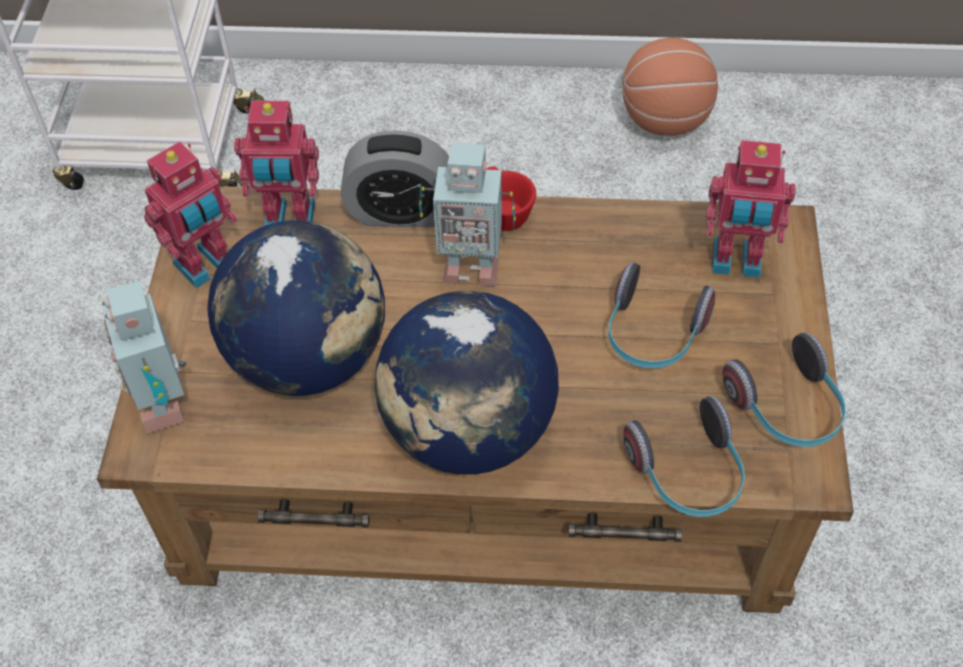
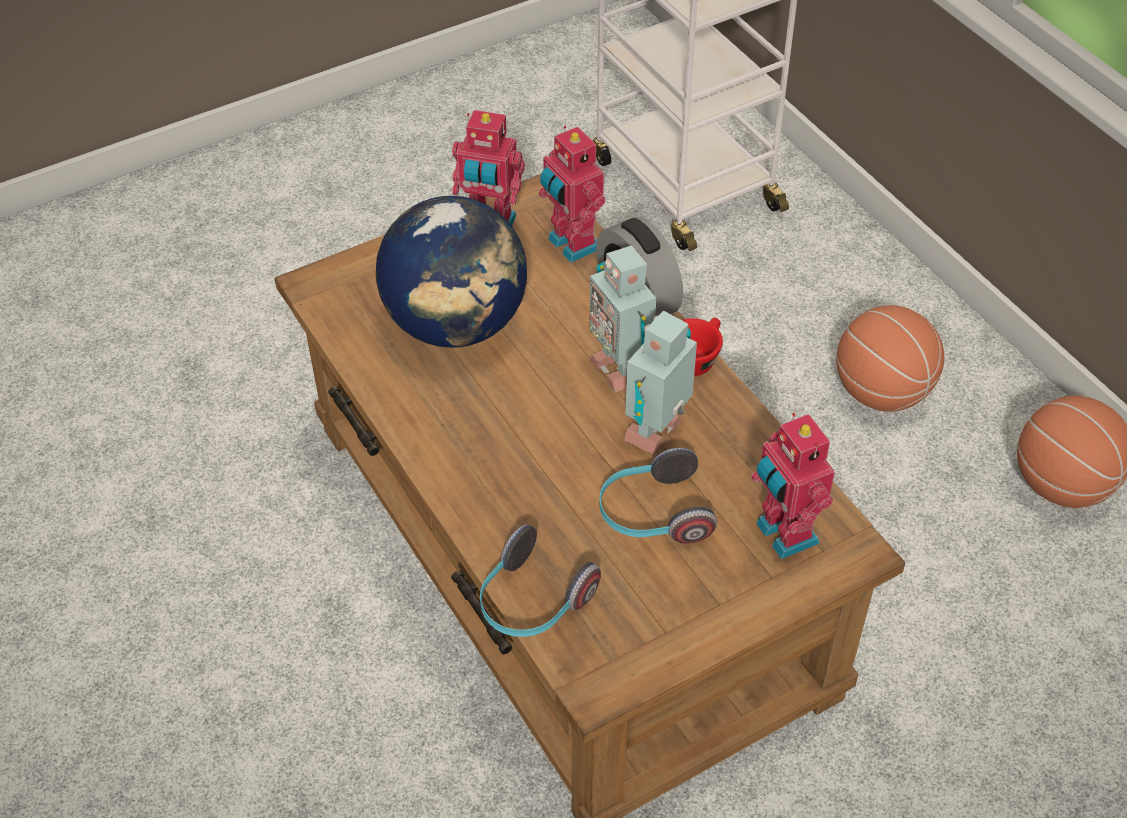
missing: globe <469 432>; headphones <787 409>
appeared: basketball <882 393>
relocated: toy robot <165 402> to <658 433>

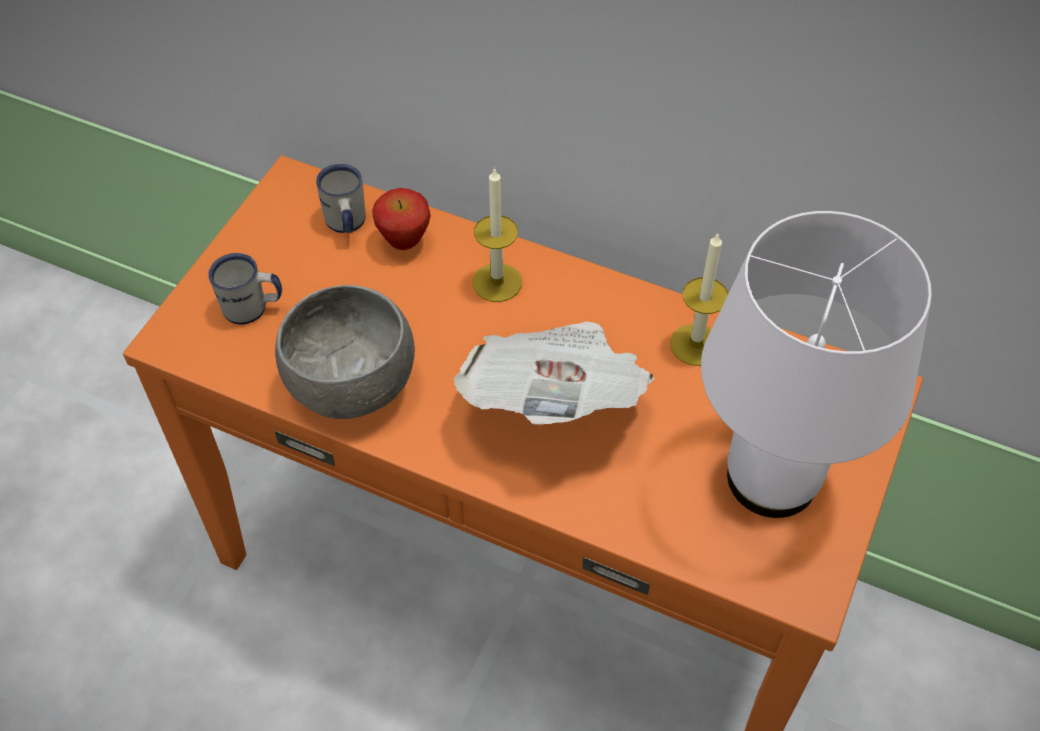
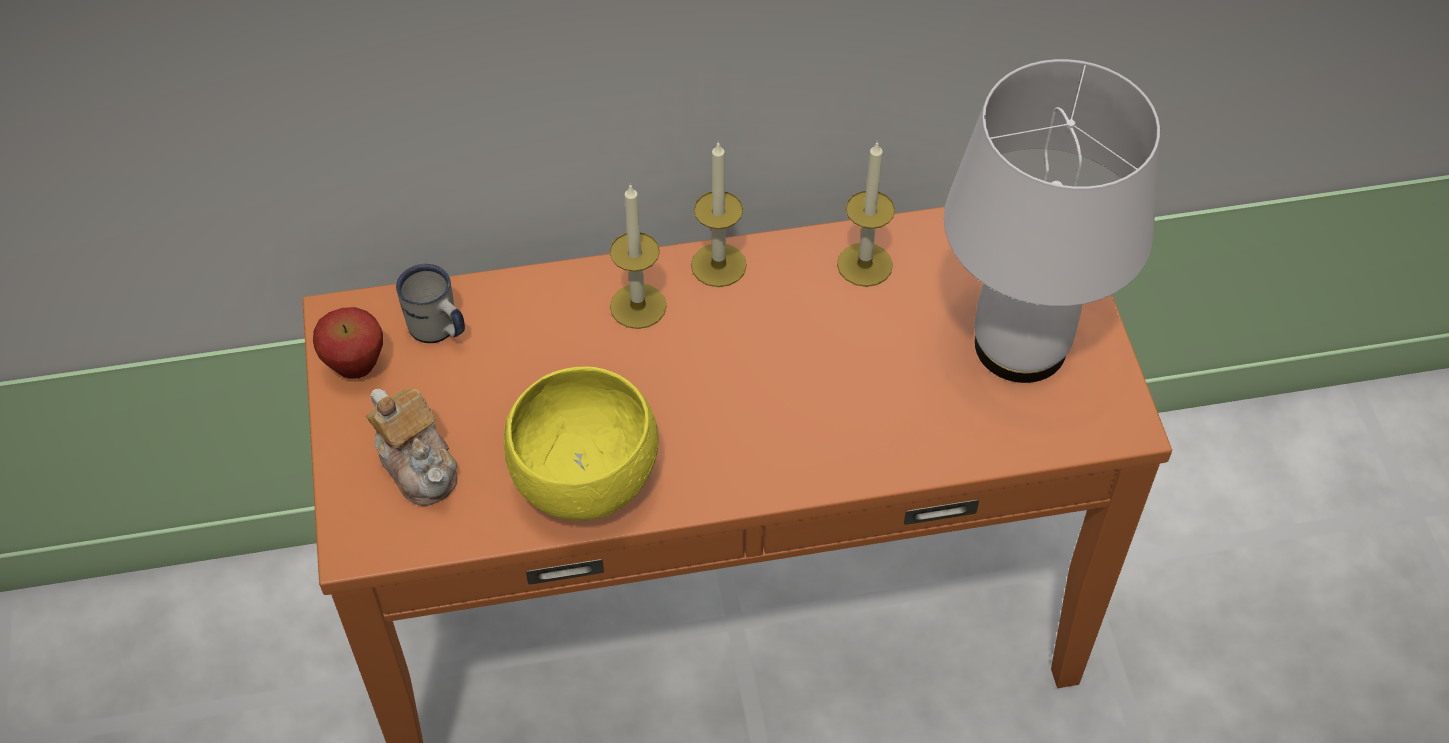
missing: newspaper <554 398>
appeared: candle <718 265>
relocated: apple <404 242> to <356 367>
exchanged: mug (white) <253 309> to teapot <418 464>
colour: bowl (grey) <352 384> to bowl (yellow) <584 478>

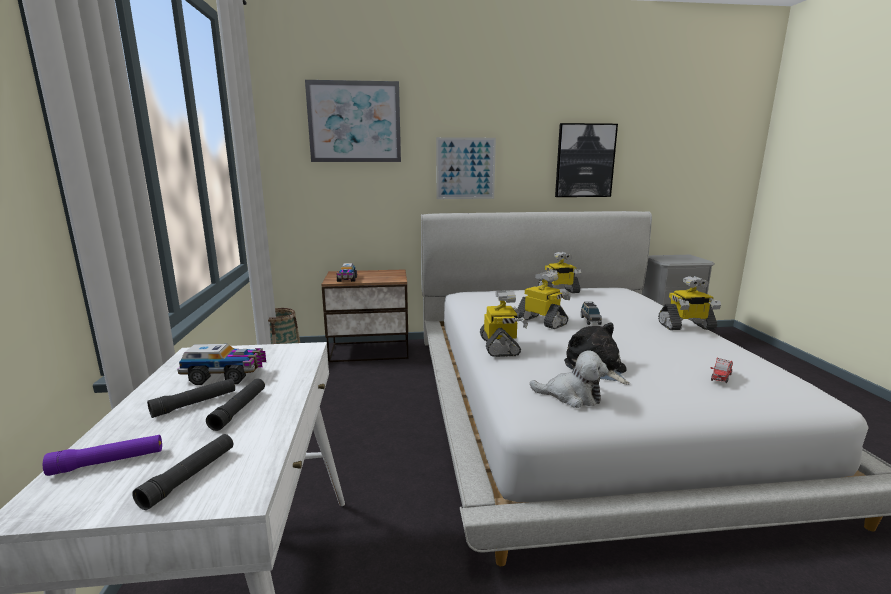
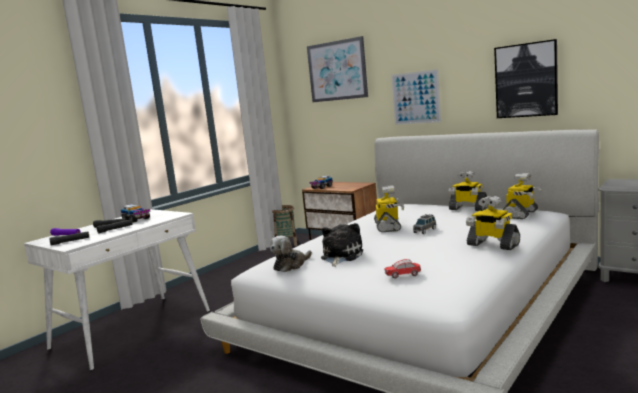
relocated: toy robot <500 346> to <521 214>
spun: plush toy <571 396> = <291 265> 75 degrees clockwise

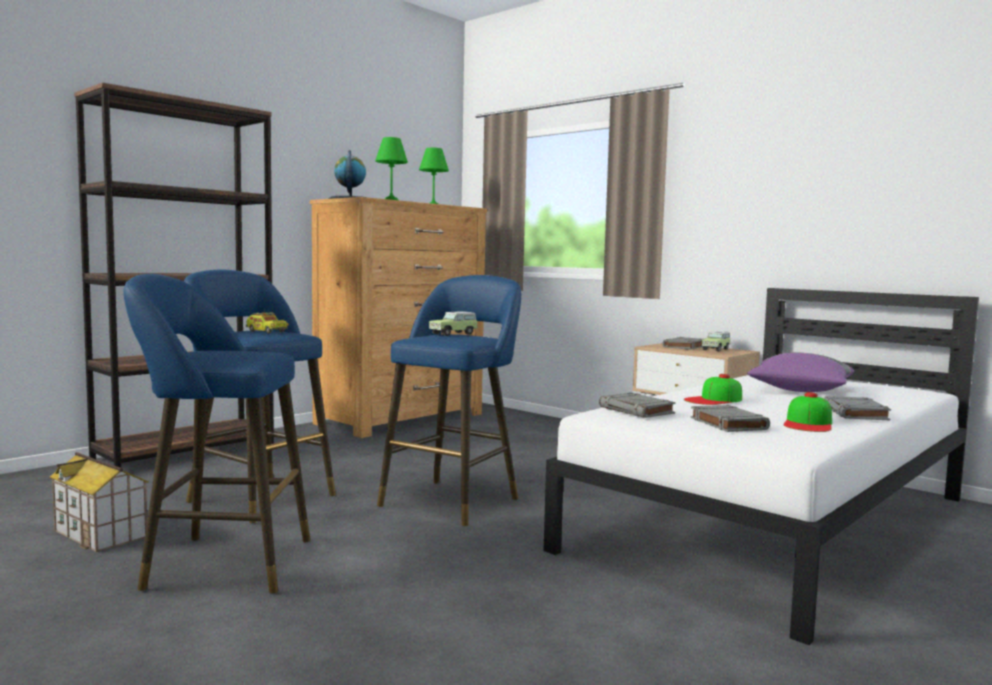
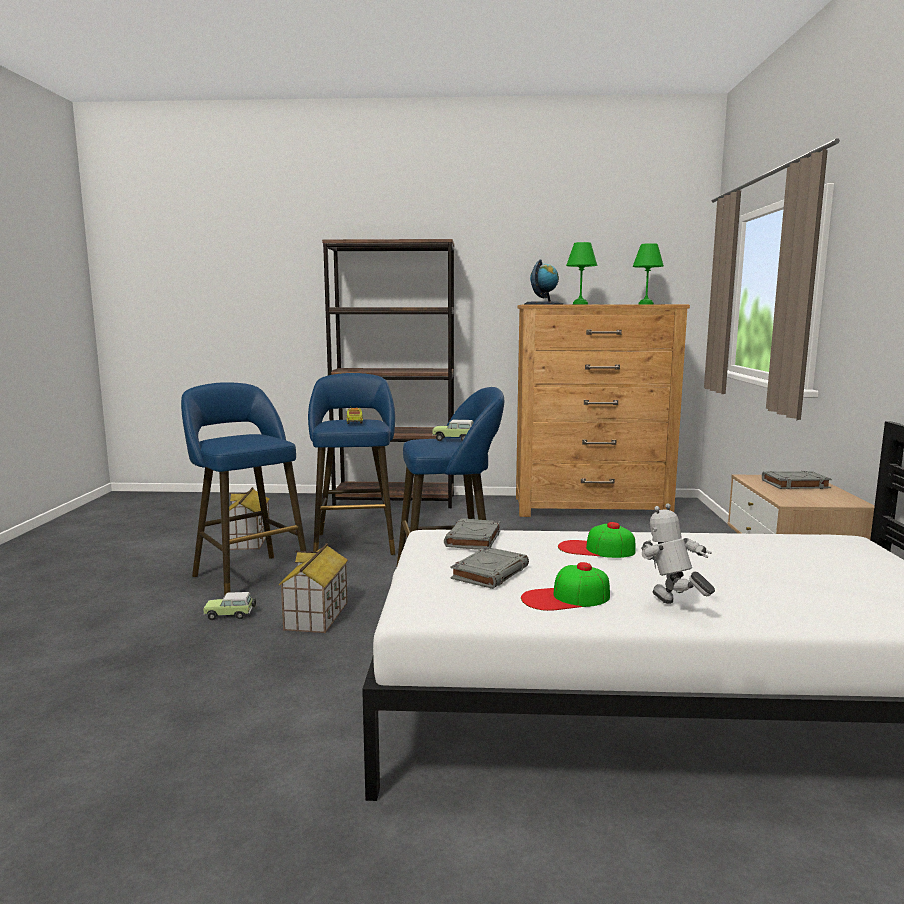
missing: pillow (purple) <800 391>
appeared: toy house <317 616>
relocated: toy car <716 349> to <231 615>
exchanged: book (grey) <856 413> to toy robot <672 607>

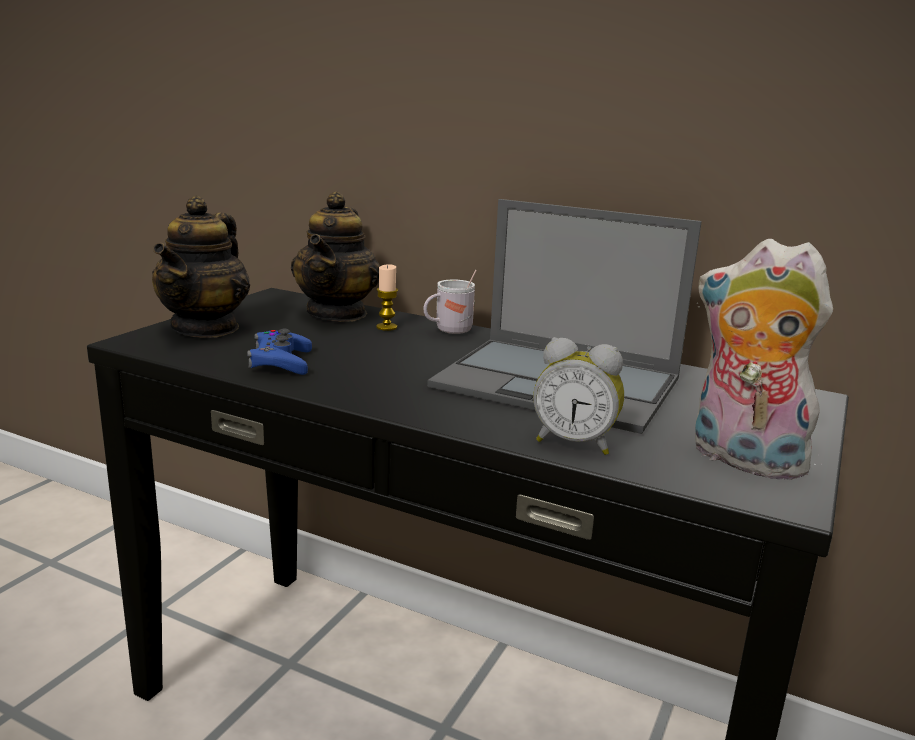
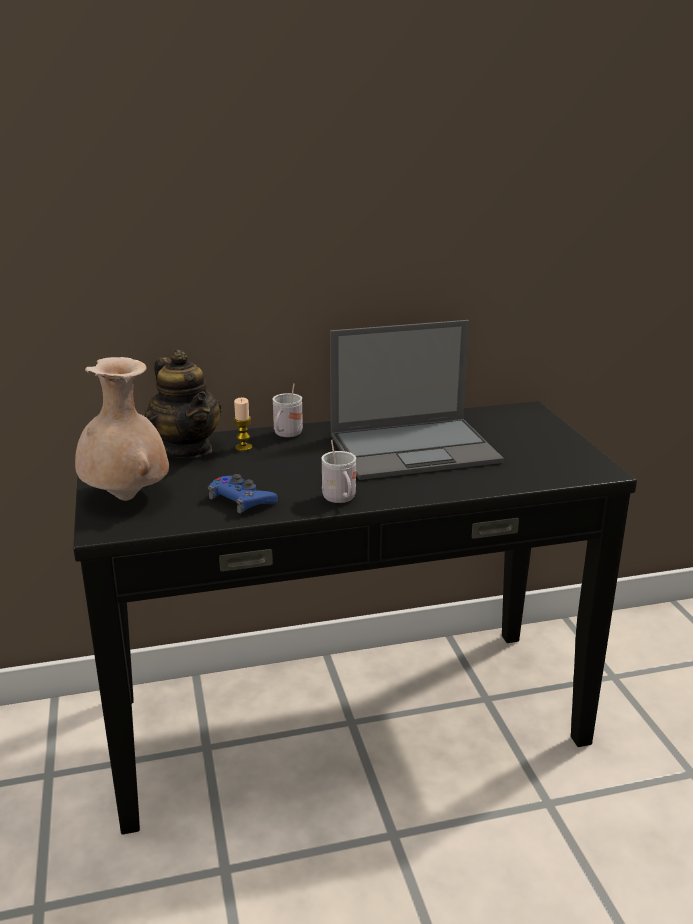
missing: alarm clock <575 443>; plush toy <741 460>
appeared: mug (white) <341 500>
exchanged: teapot <206 328> to vase (beige) <127 497>

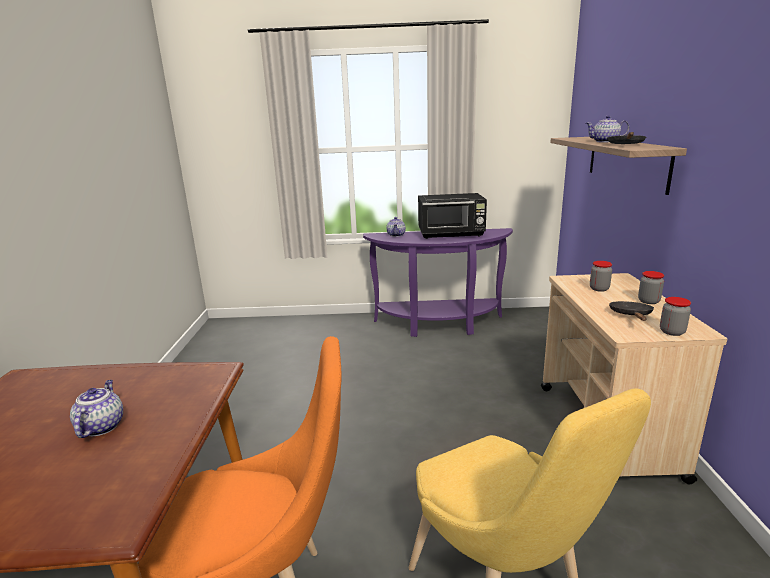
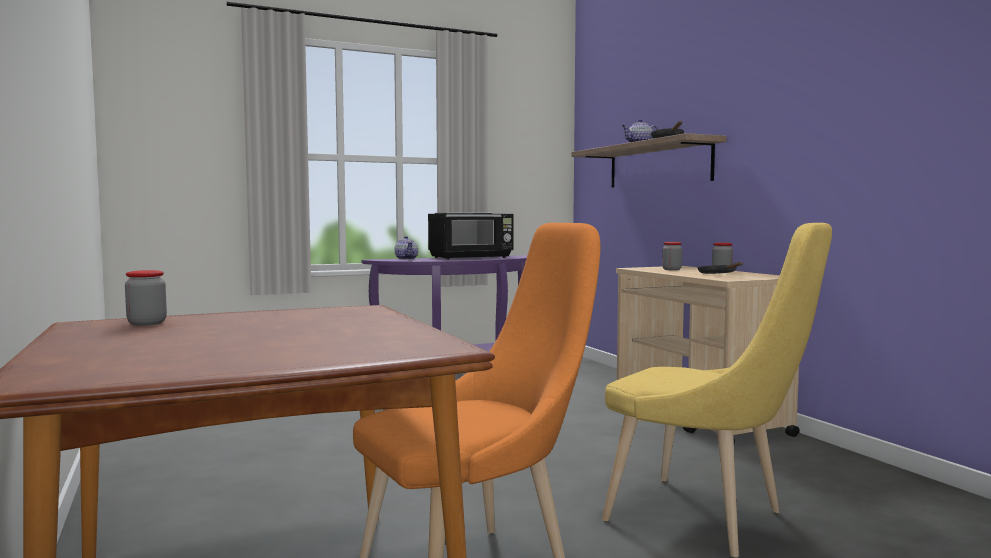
missing: teapot <101 426>
relocated: jar <672 332> to <147 323>

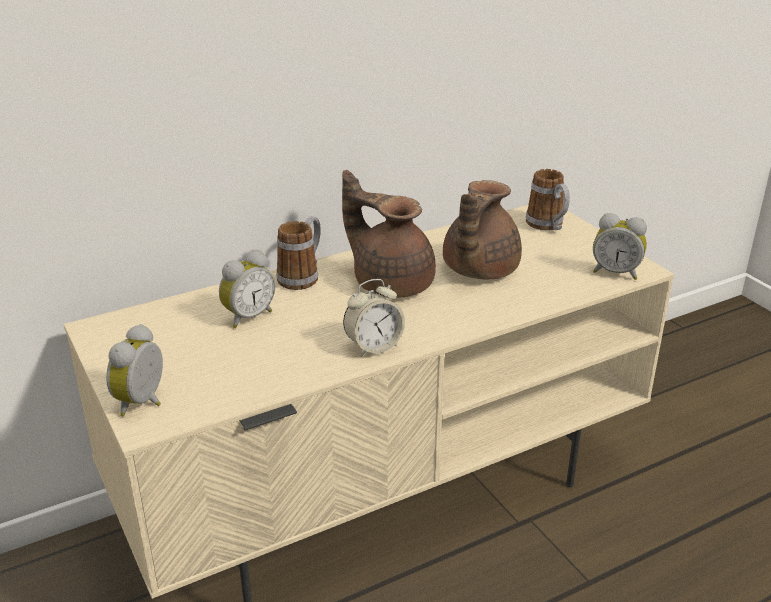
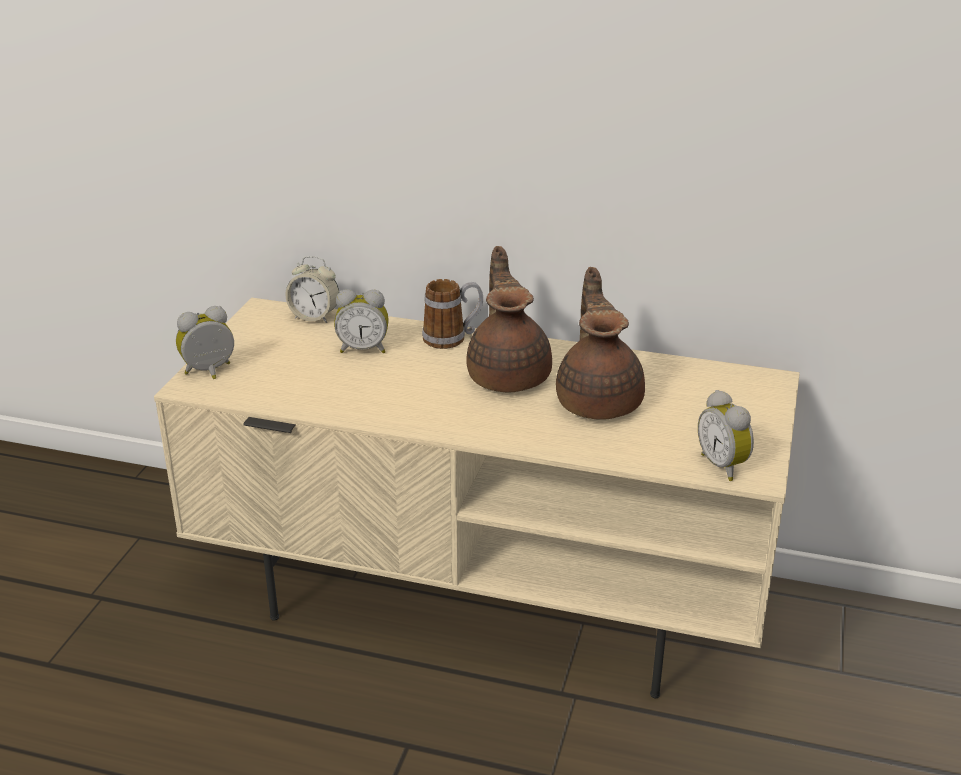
missing: mug <548 226>
relocated: alarm clock <374 346> to <314 317>
spun: teapot (brown) <478 270> = <599 401> 105 degrees clockwise

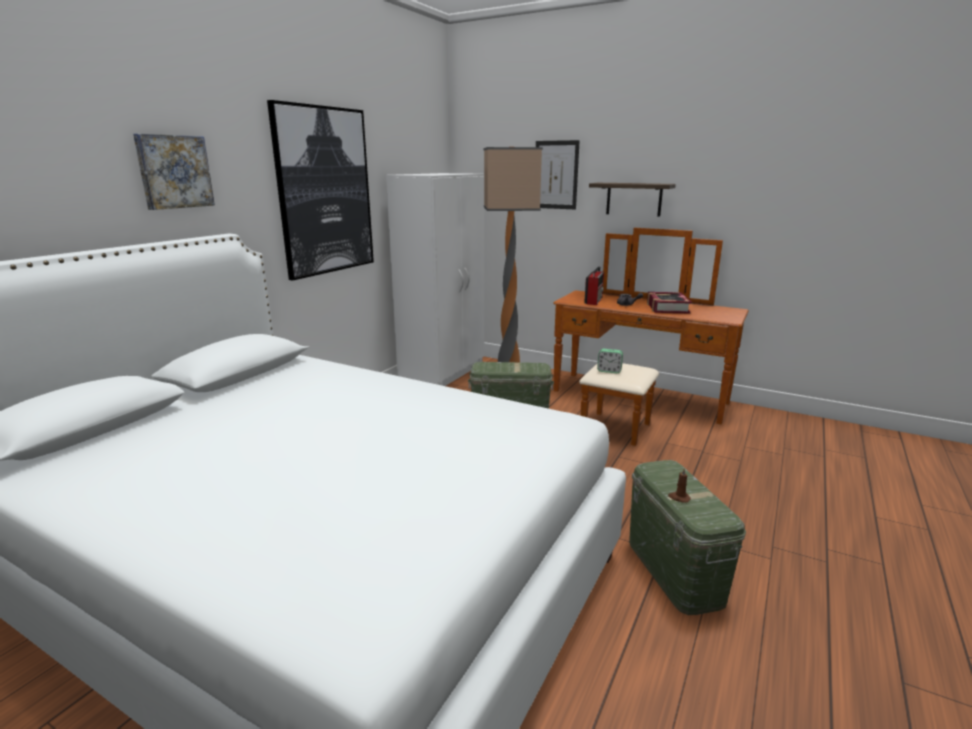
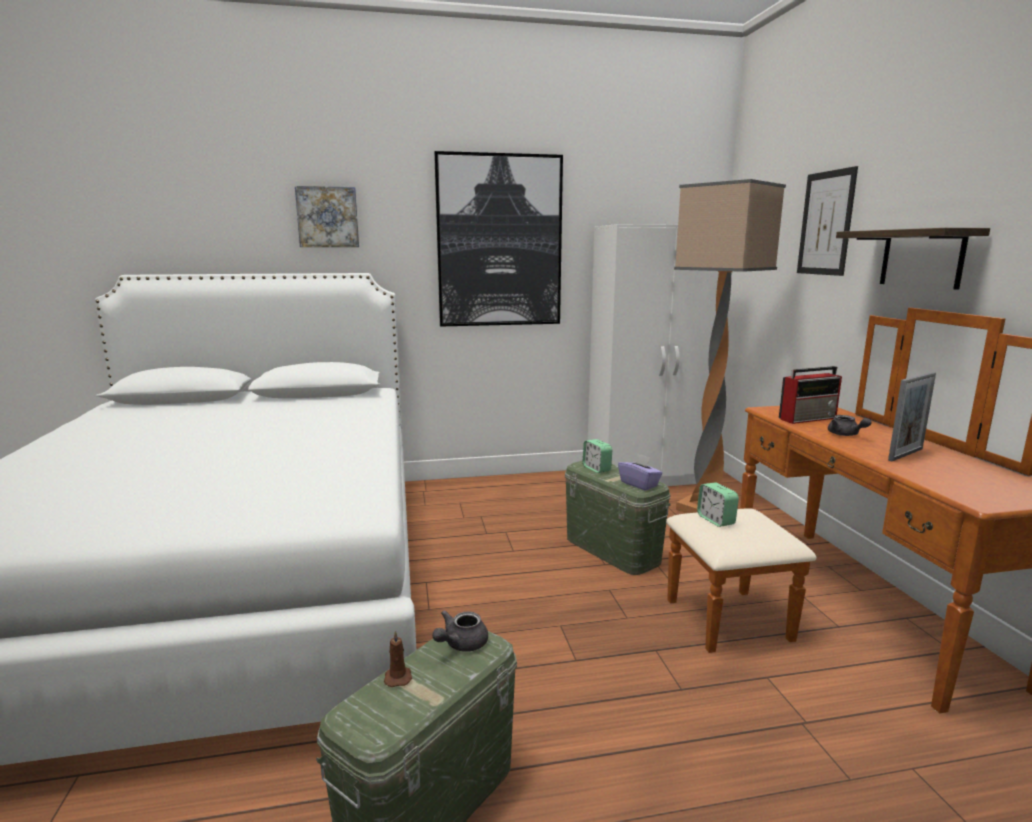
appeared: teapot (grey) <461 644>; alarm clock <596 469>; tissue box (purple) <639 484>
exchanged: book <667 308> to picture frame <905 454>

